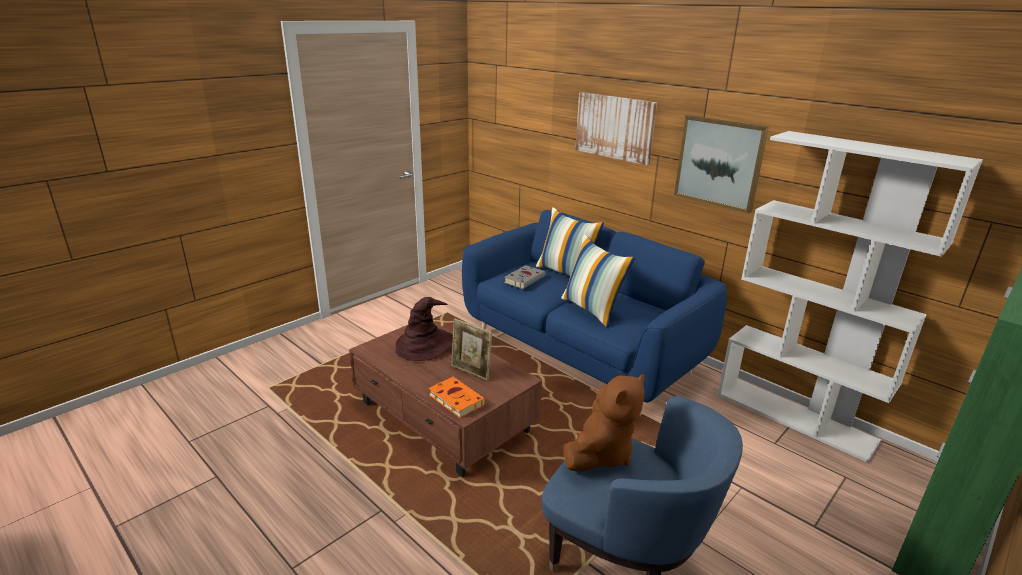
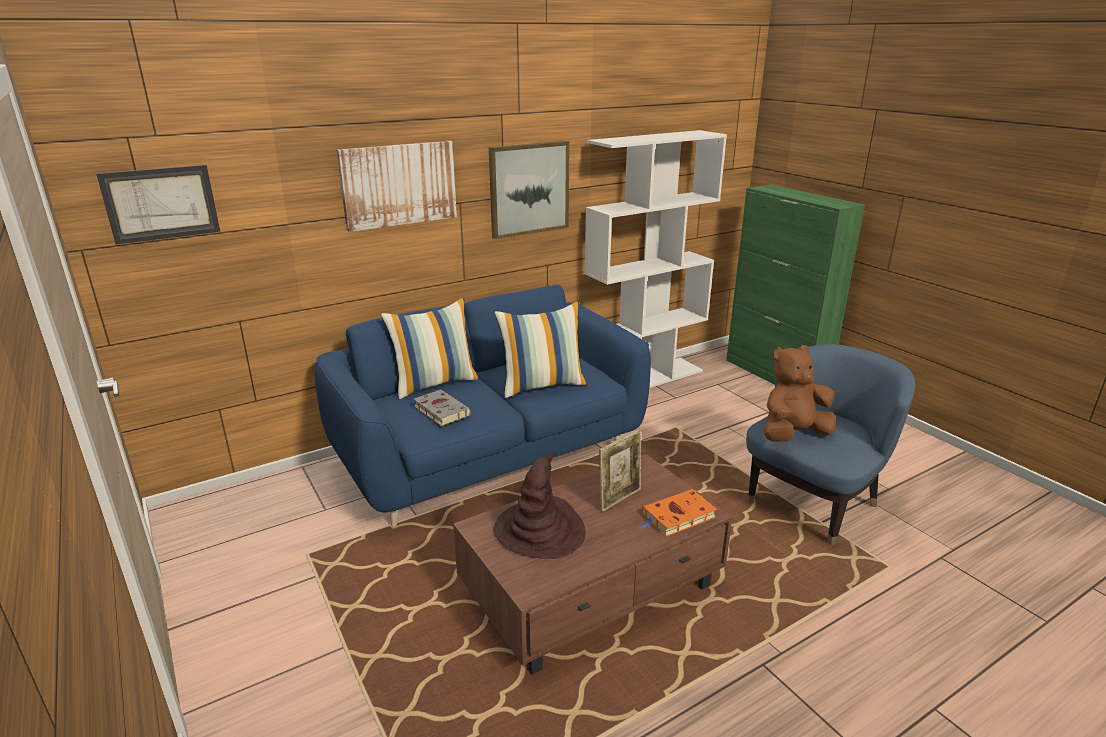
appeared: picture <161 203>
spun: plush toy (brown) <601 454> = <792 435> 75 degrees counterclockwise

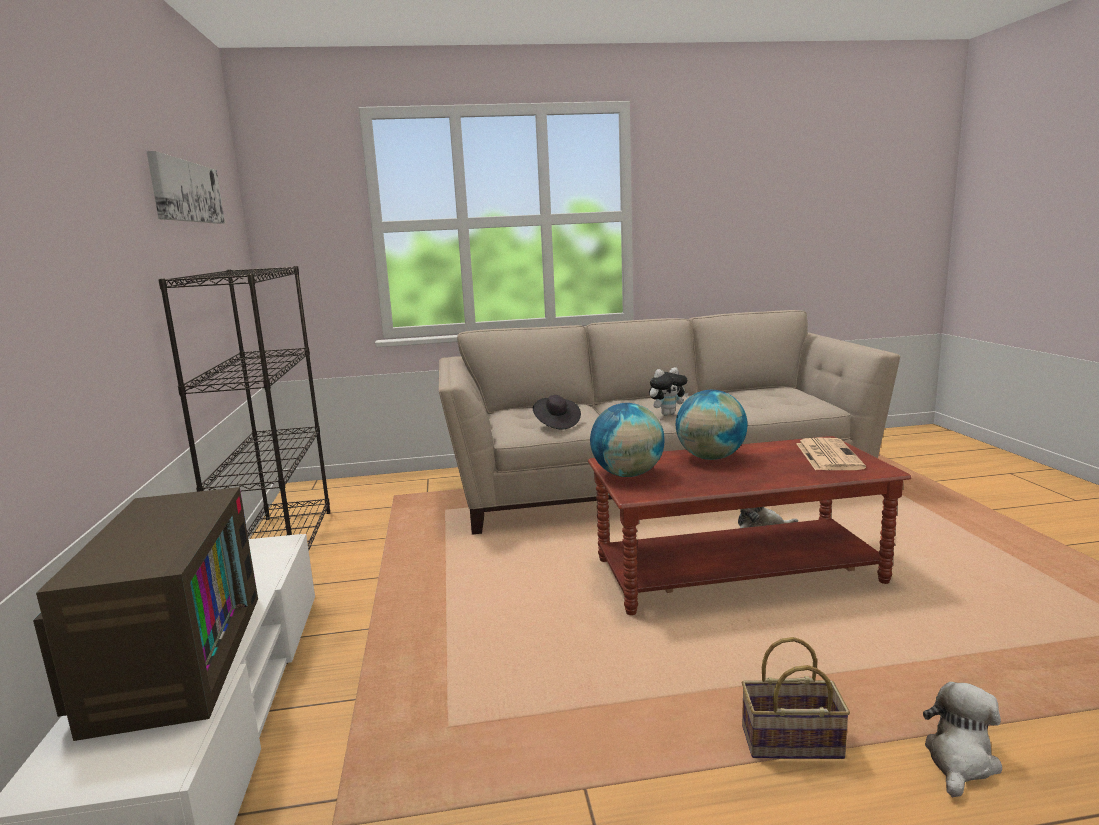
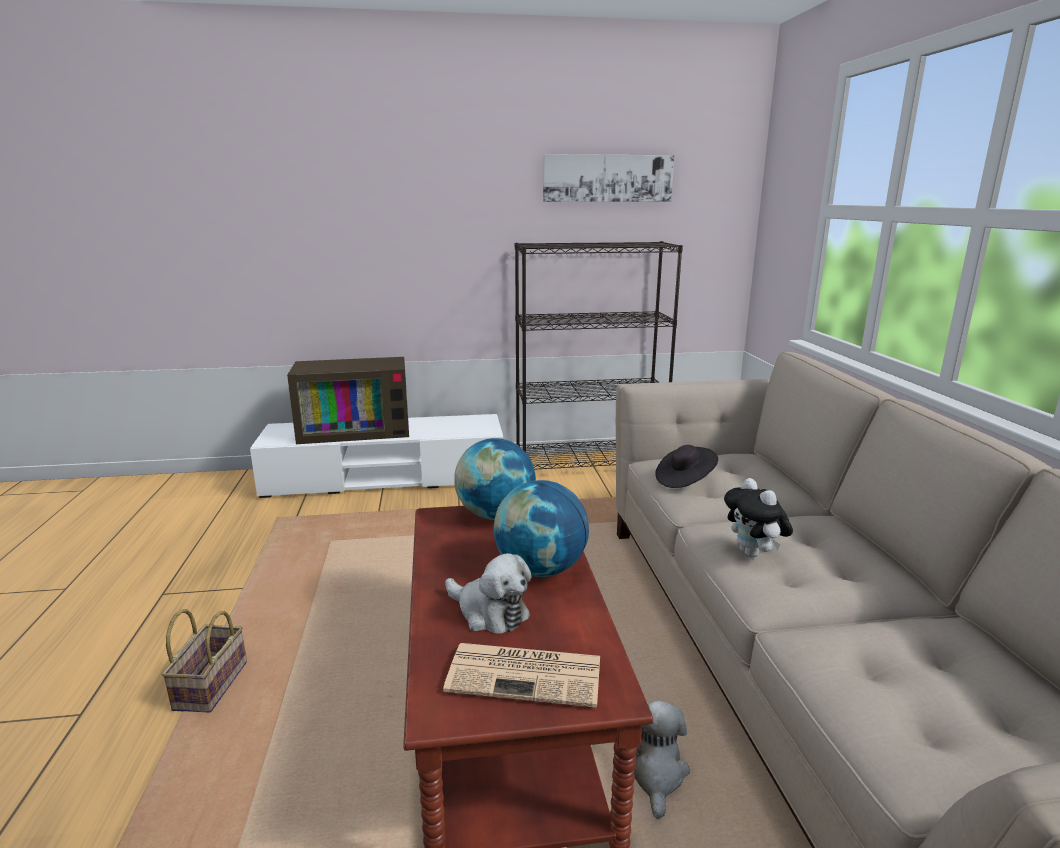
relocated: plush toy <960 761> to <489 612>

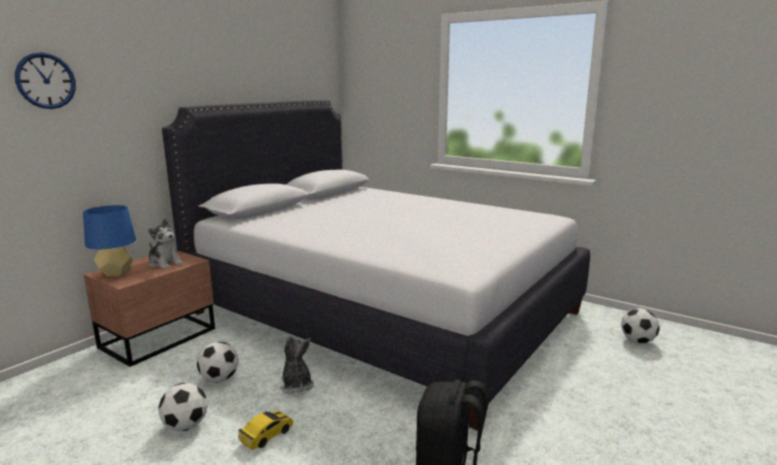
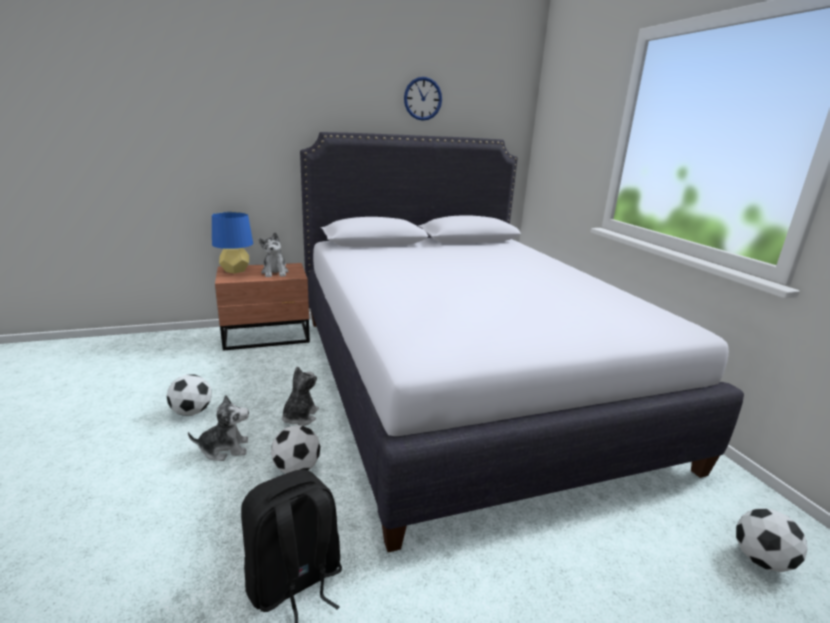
relocated: wall clock <46 81> to <422 98>; football <219 379> to <297 468>
exchanged: toy car <267 435> to plush toy <224 449>

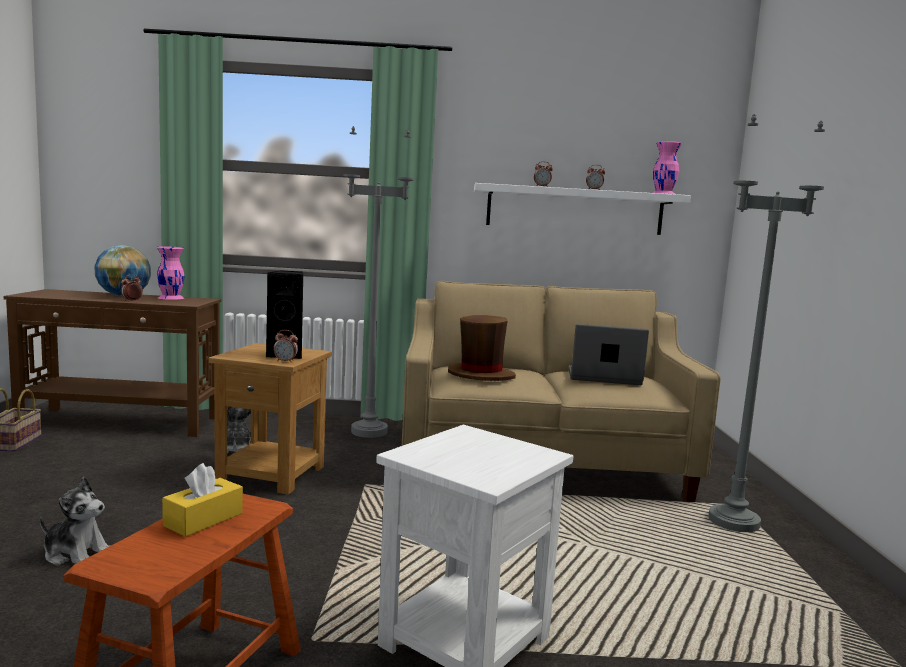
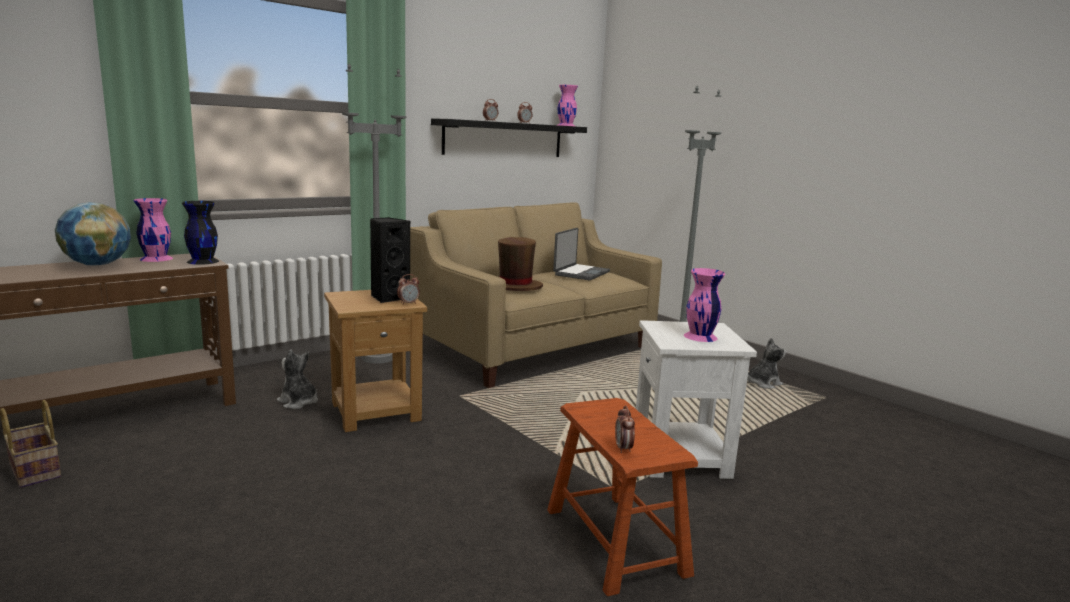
missing: tissue box (yellow) <203 519>
appeared: vase (black) <202 261>; vase (pink) <700 336>
relocated: plush toy <76 553> to <763 383>; alarm clock <131 301> to <623 448>
colour: shelf (white) <574 210> to shelf (black) <504 139>
spun: laptop <604 377> = <580 273> 150 degrees clockwise

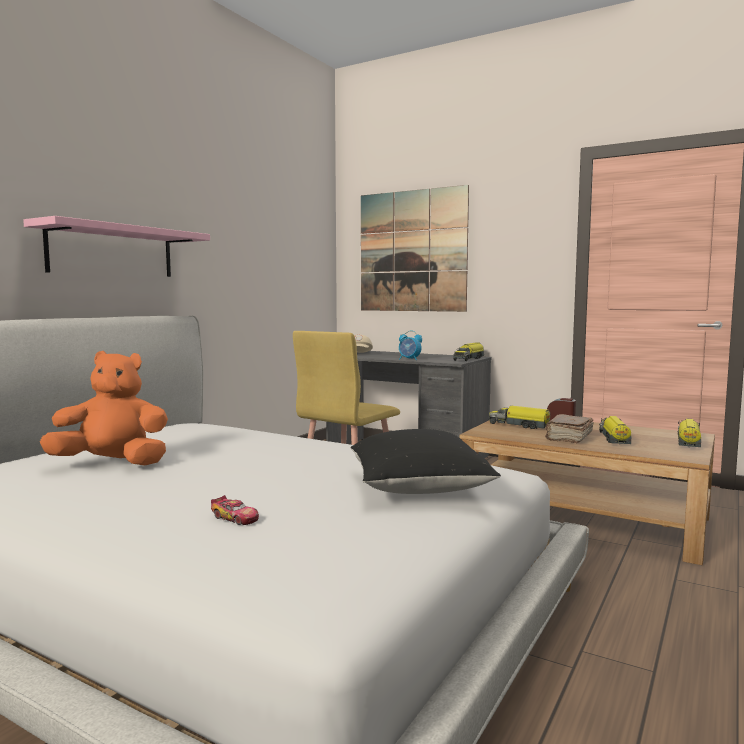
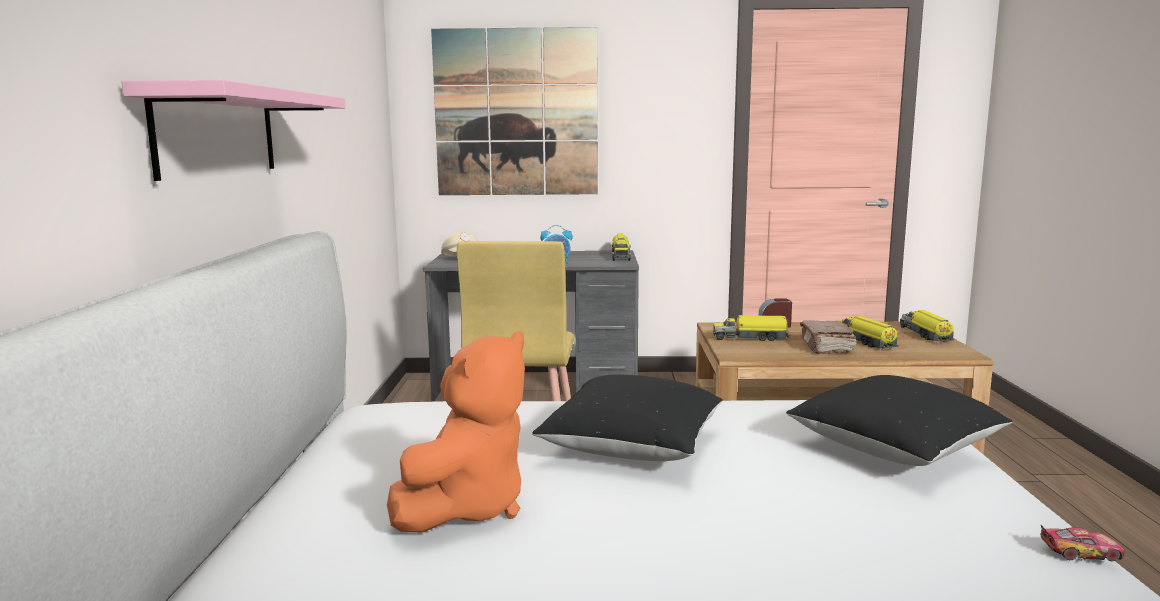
appeared: pillow (black) <632 448>
relocated: toy car <235 518> to <1081 552>
spun: plush toy (orange) <113 464> = <467 507> 150 degrees clockwise

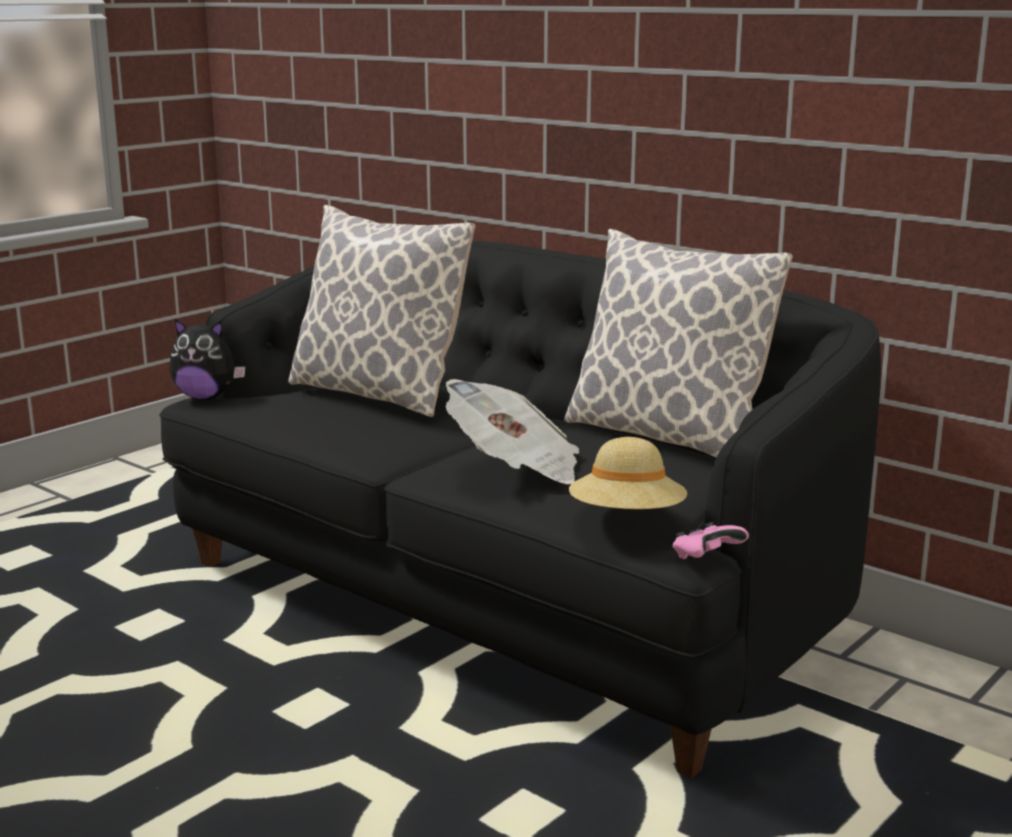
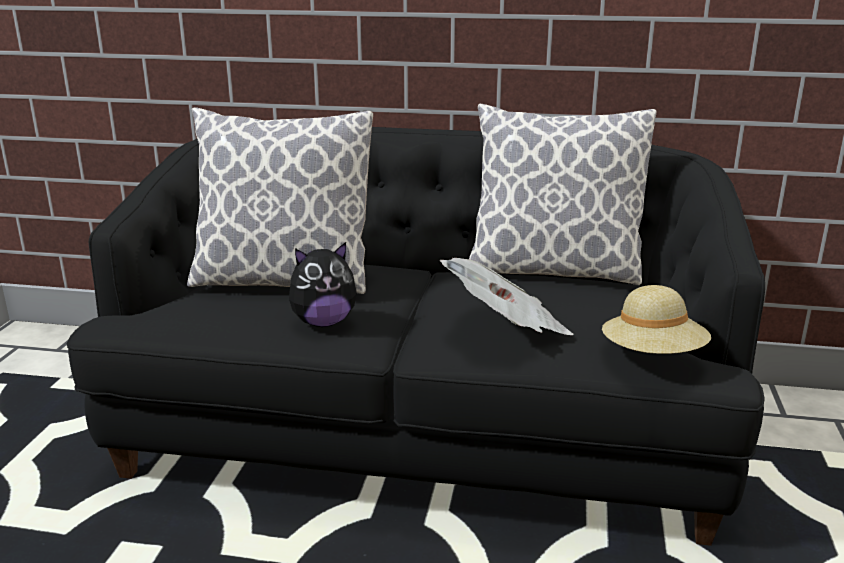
missing: game controller (pink) <706 558>
relocated: plush toy <206 397> to <323 322>

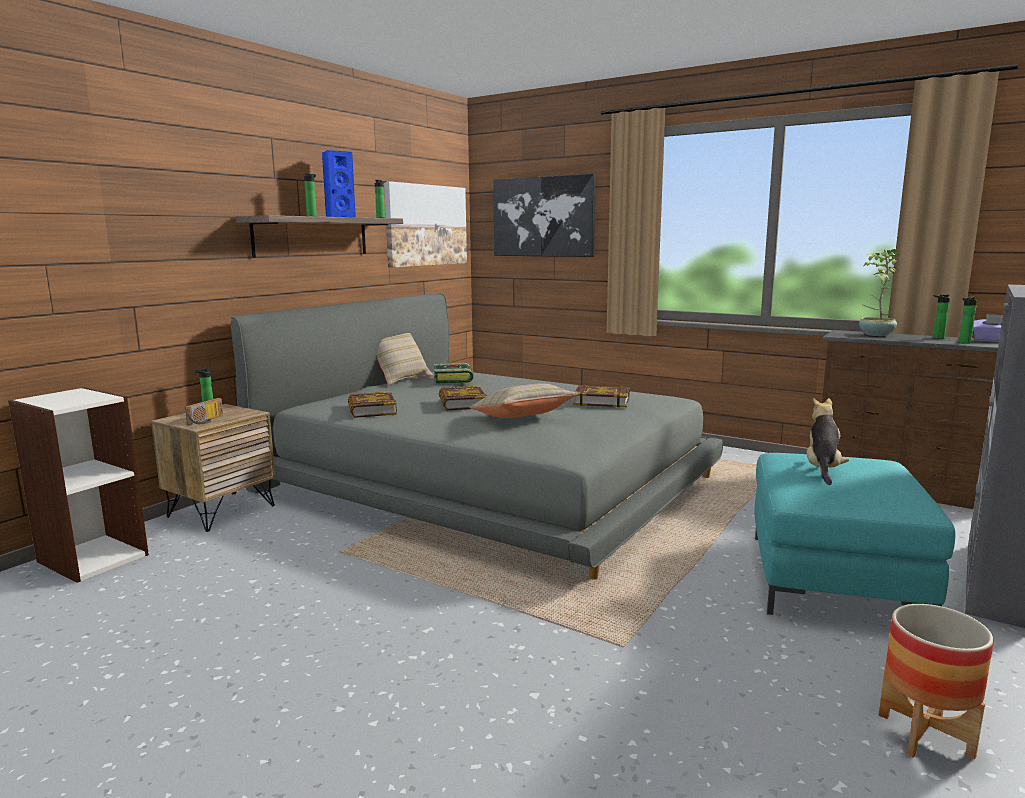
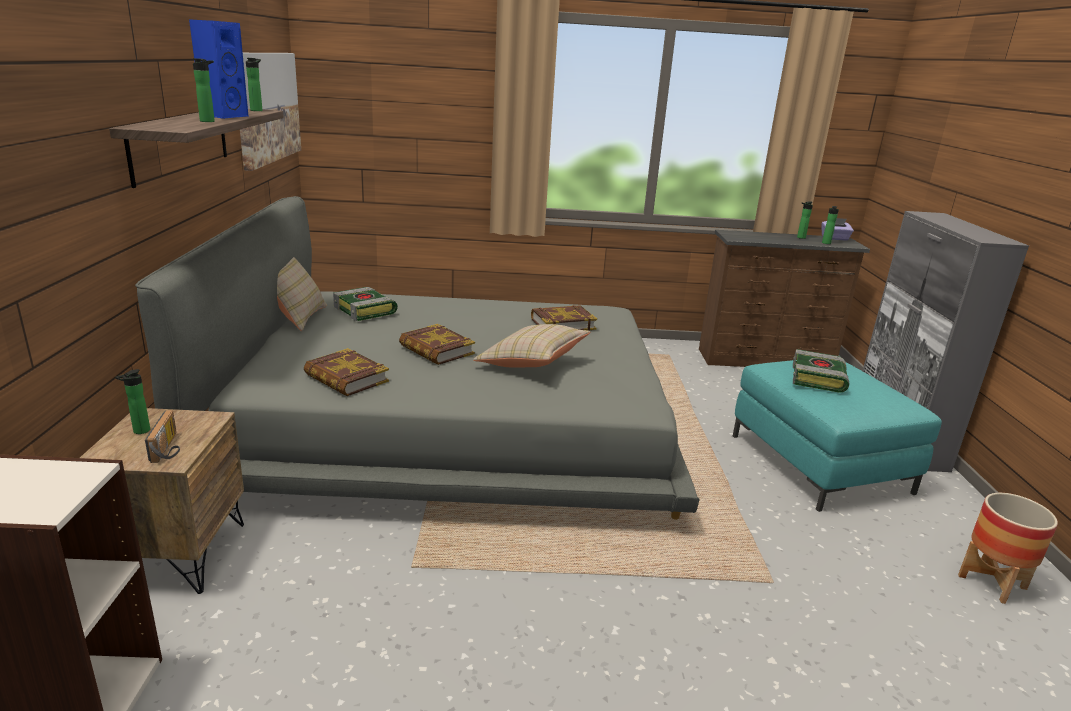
missing: picture <543 217>; potted plant <875 334>
exchanged: plush toy <822 469> to book <819 379>

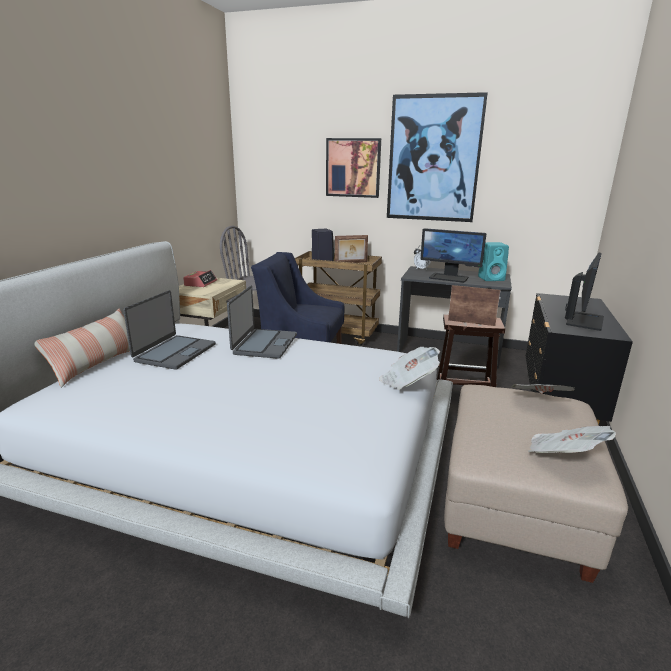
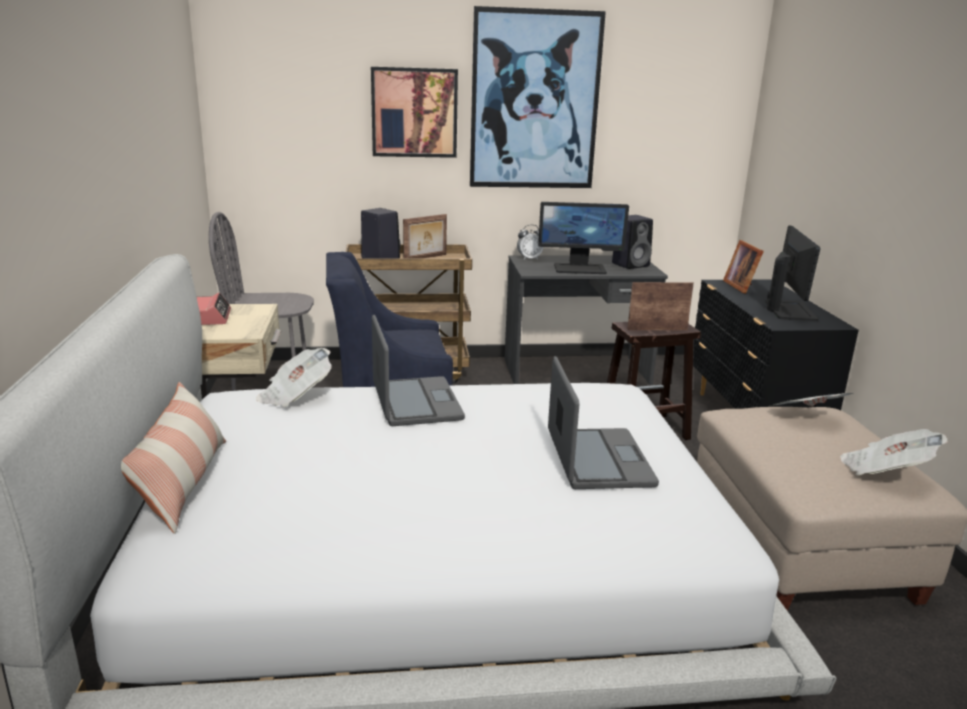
appeared: picture frame <742 286>
relocated: laptop <174 353> to <597 460>; newspaper <408 381> to <295 396>
colour: speaker (turquoise) <492 278> to speaker (black) <631 265>

